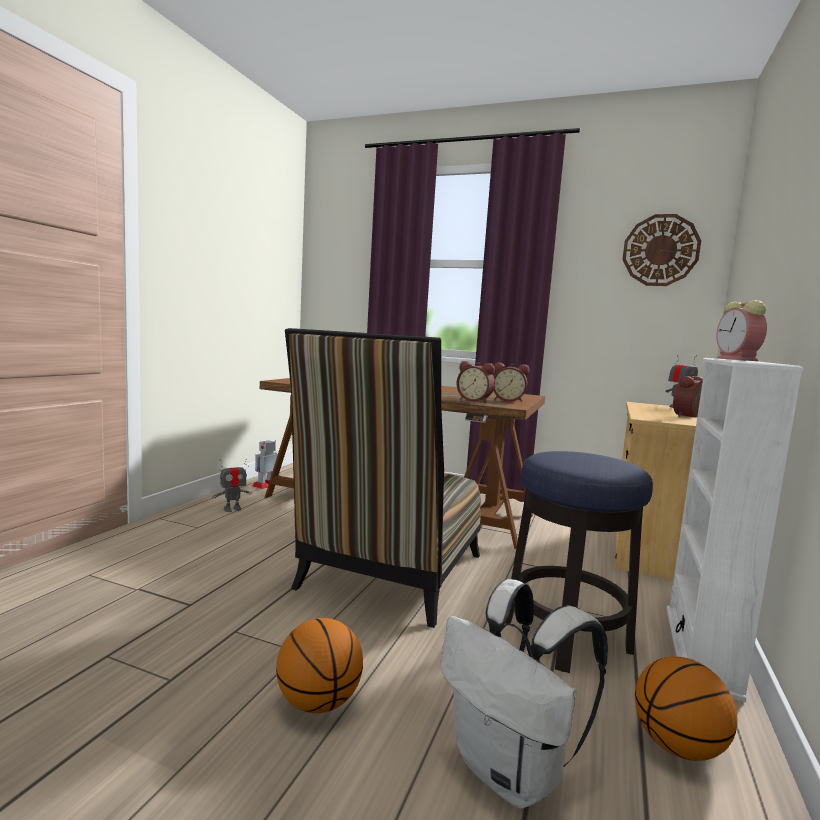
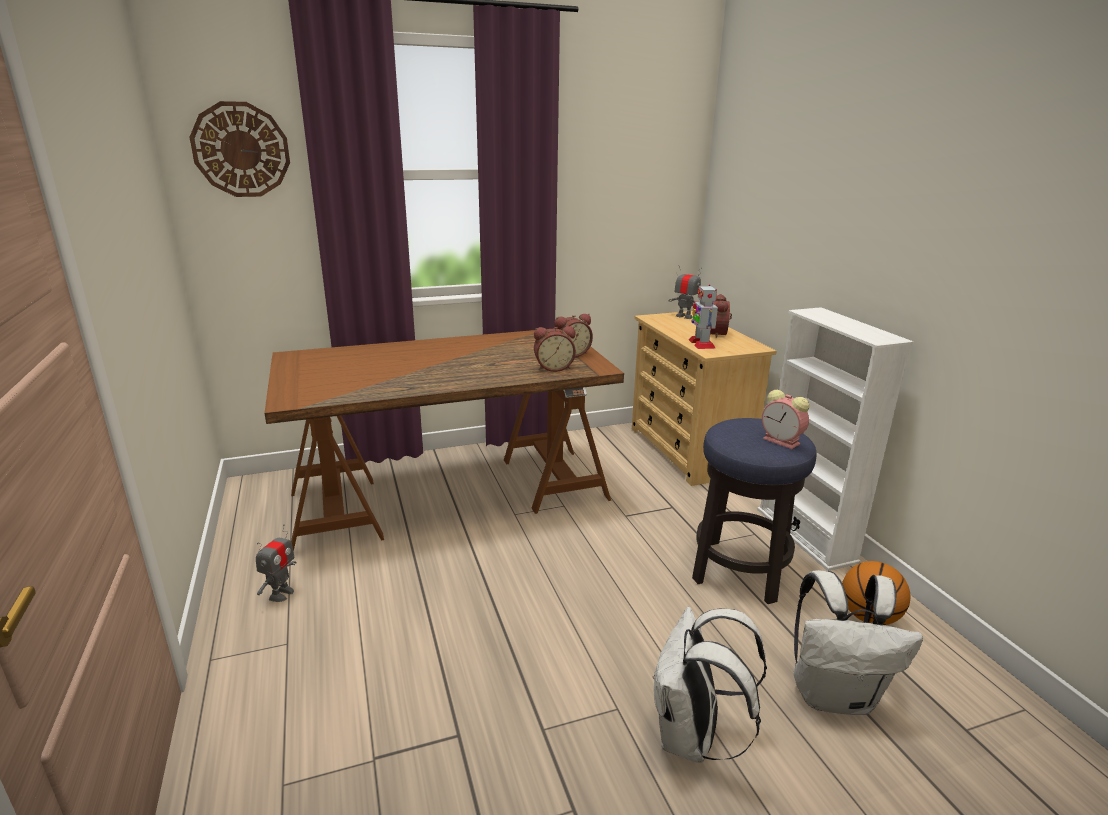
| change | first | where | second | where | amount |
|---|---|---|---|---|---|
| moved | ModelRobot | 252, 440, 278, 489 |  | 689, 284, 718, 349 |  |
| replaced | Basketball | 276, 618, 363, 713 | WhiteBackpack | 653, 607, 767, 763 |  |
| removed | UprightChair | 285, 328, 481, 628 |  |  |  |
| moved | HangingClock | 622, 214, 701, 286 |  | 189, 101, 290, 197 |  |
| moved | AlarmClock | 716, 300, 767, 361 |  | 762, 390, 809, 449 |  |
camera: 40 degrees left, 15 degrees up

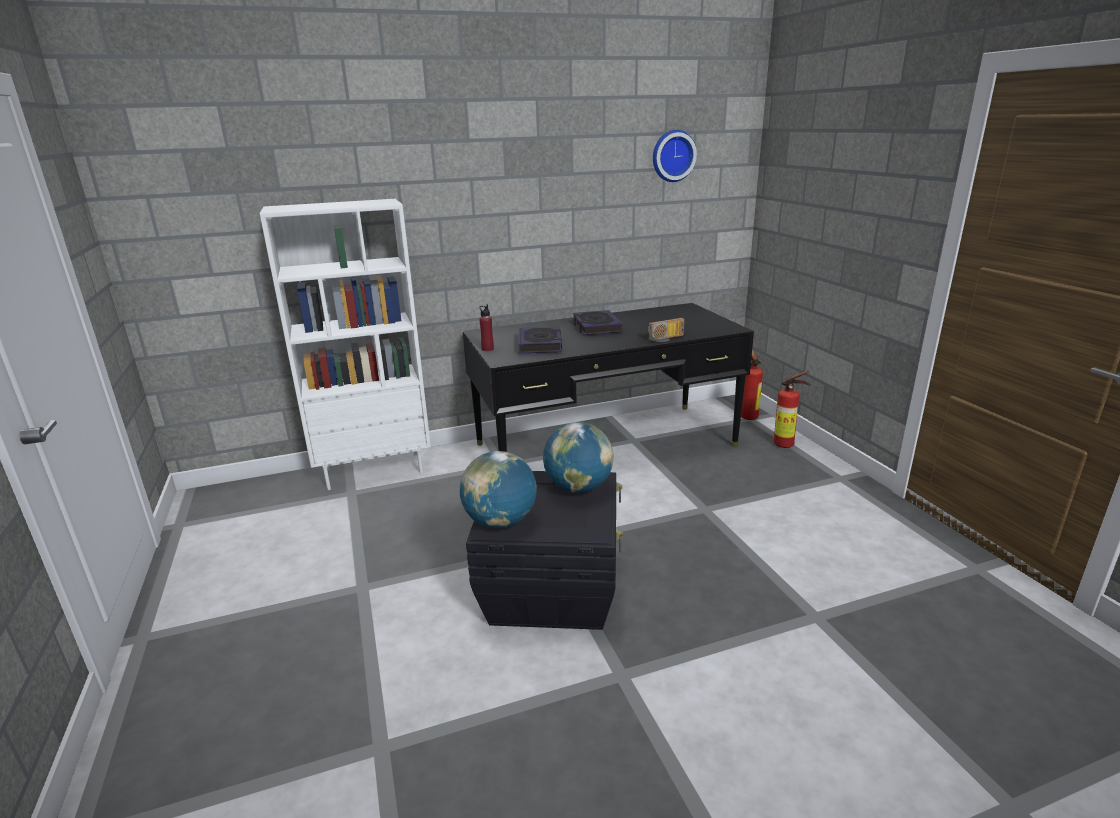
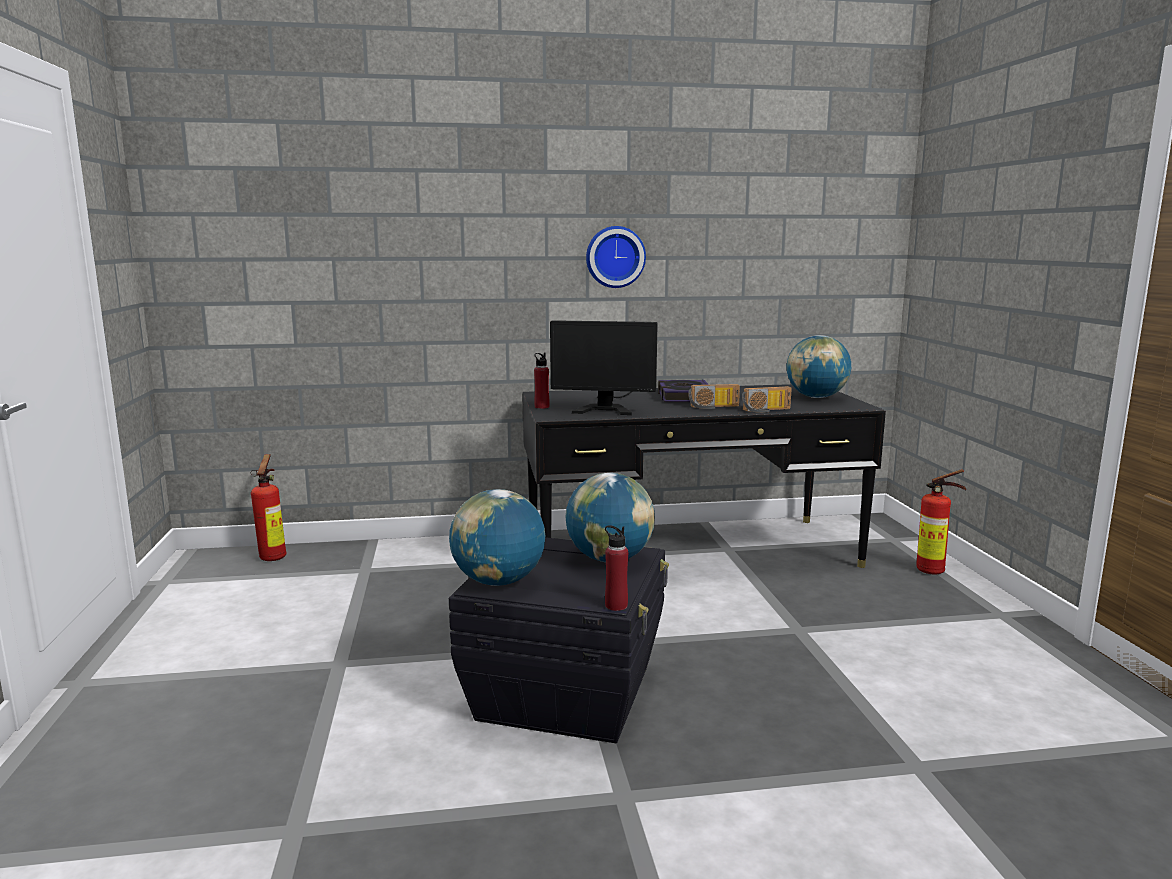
| change | first | where | second | where | amount |
|---|---|---|---|---|---|
| removed | WhiteBookcase | 260, 199, 431, 490 |  |  |  |
| replaced | Volume | 518, 327, 562, 354 | ComputerScreen | 550, 320, 657, 415 |  |
| moved | HangingClock | 653, 130, 697, 182 |  | 586, 226, 646, 288 |  |
| moved | FireFightingCylinder | 741, 349, 763, 420 |  | 251, 454, 287, 561 |  |
| added |  |  | RedBottle | 605, 525, 628, 611 |  |
| added |  |  | RadioSet | 688, 384, 740, 409 |  |
| added |  |  | DeskGlobe | 787, 335, 851, 398 |  |
camera: 10 degrees right, 10 degrees down

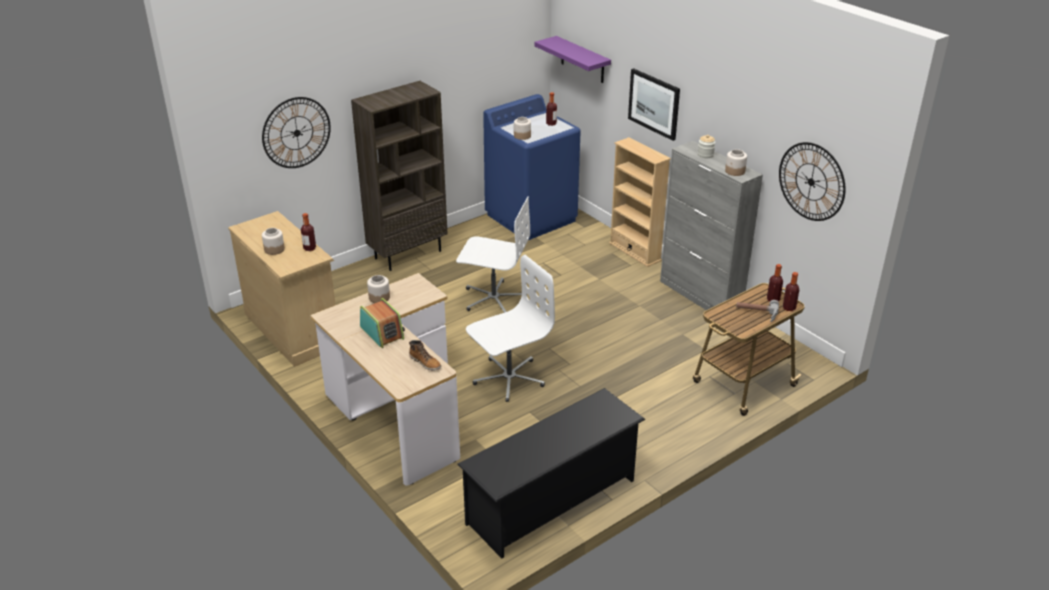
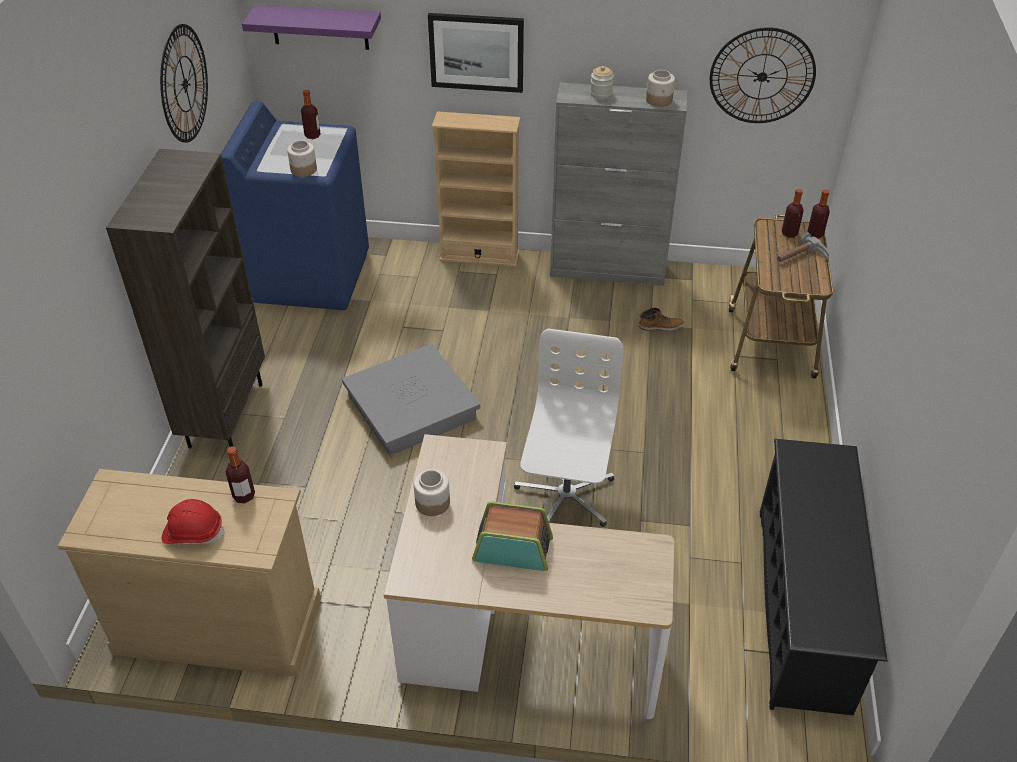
| change | first | where | second | where | amount |
|---|---|---|---|---|---|
| moved | HangingClock | 262, 97, 331, 168 |  | 160, 24, 208, 143 |  |
| replaced | PreserveJar | 262, 228, 285, 255 | RedSafetyHelmet | 162, 499, 225, 545 |  |
| moved | TallBoot | 409, 340, 441, 370 |  | 639, 308, 684, 331 |  |
| replaced | WhiteDeskChair | 456, 196, 530, 313 | GreyishStorageBox | 342, 344, 480, 455 |  |
camera: 45 degrees left, 10 degrees up

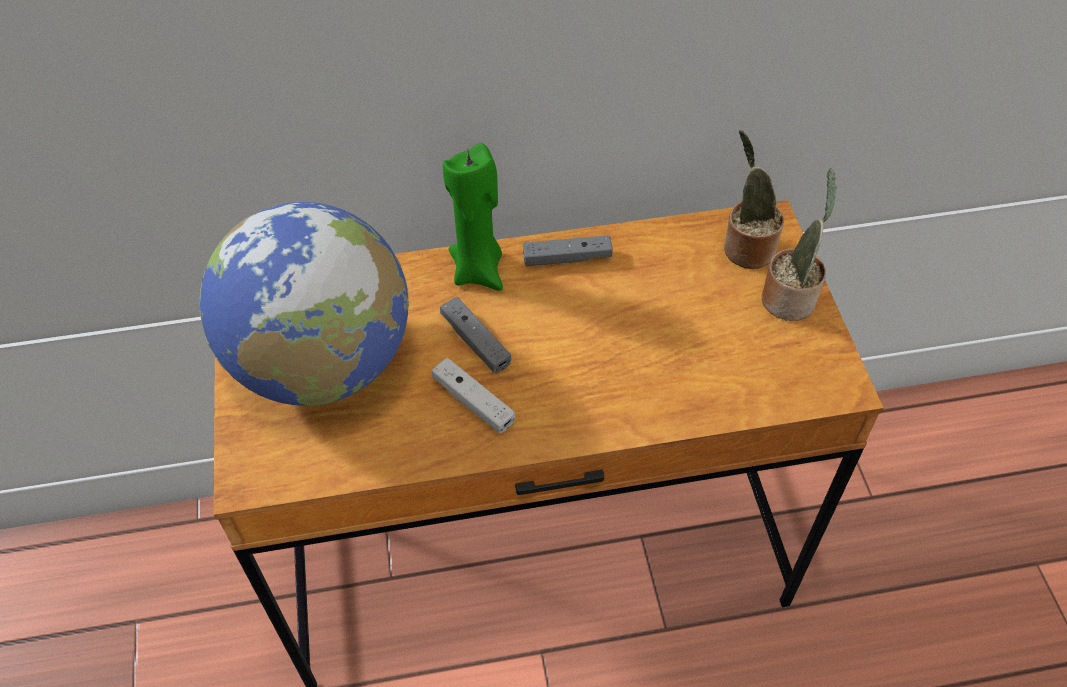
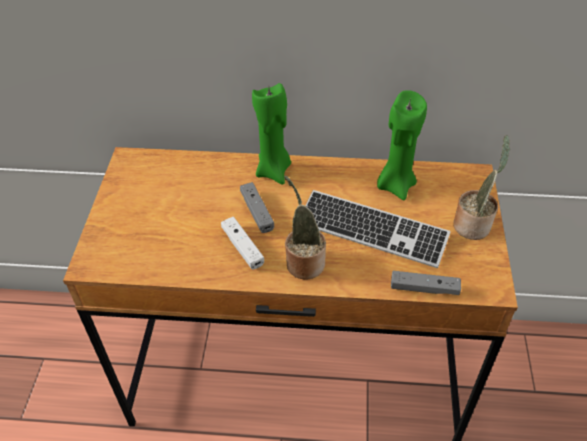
| change | first | where | second | where | amount |
|---|---|---|---|---|---|
| removed | DeskGlobe | 200, 202, 409, 406 |  |  |  |
| moved | GreyishGameController | 523, 235, 613, 266 |  | 391, 271, 461, 295 |  |
| moved | Houseplant | 724, 130, 784, 269 |  | 284, 176, 326, 280 |  |
| added |  |  | ComputerKeyboard | 305, 190, 450, 268 |  |
| added |  |  | GreenColouredWaxLight | 377, 90, 427, 200 |  |
camera: 15 degrees right, 5 degrees down

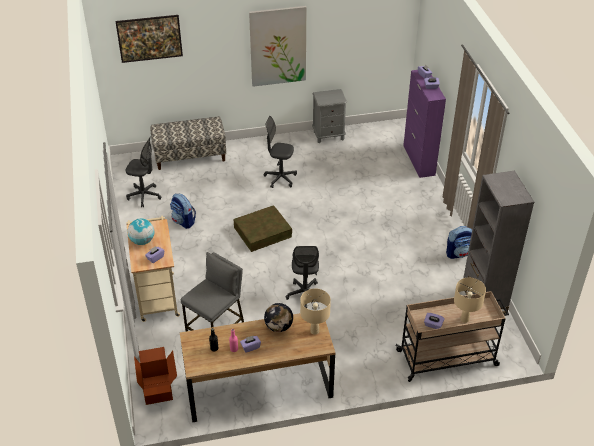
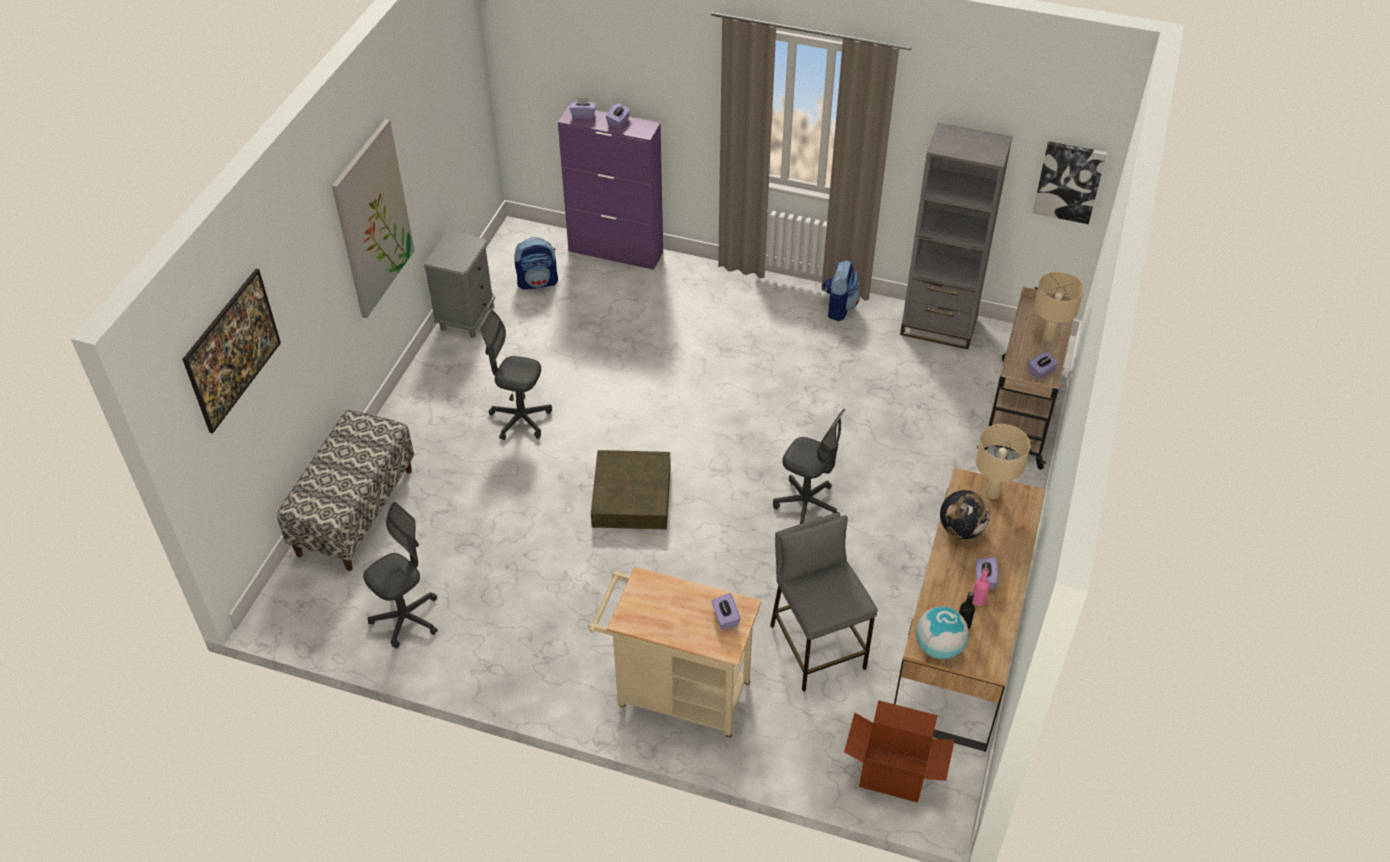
| change | first | where | second | where | amount |
|---|---|---|---|---|---|
| moved | DeskGlobe | 128, 218, 154, 245 |  | 916, 607, 969, 659 |  |
| moved | Backpack | 170, 194, 196, 229 |  | 514, 237, 558, 290 |  |
| turned | GreyishDeskChair | 263, 116, 297, 188 |  | 480, 310, 552, 440 | 60 degrees clockwise |
| added |  |  | WallPicture | 1032, 141, 1107, 224 |  |
camera: 60 degrees left, 5 degrees up

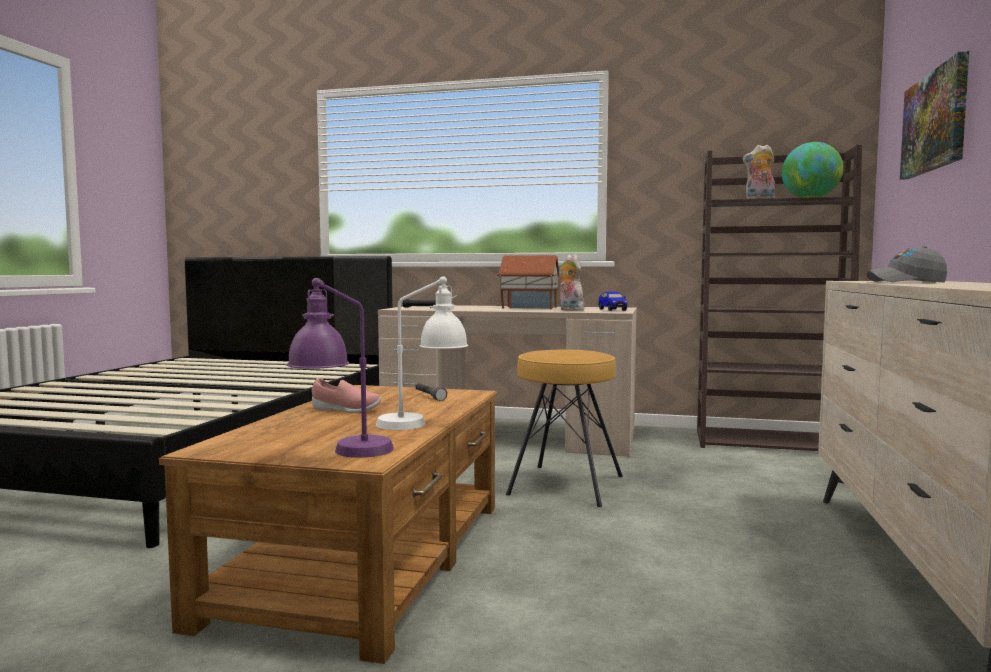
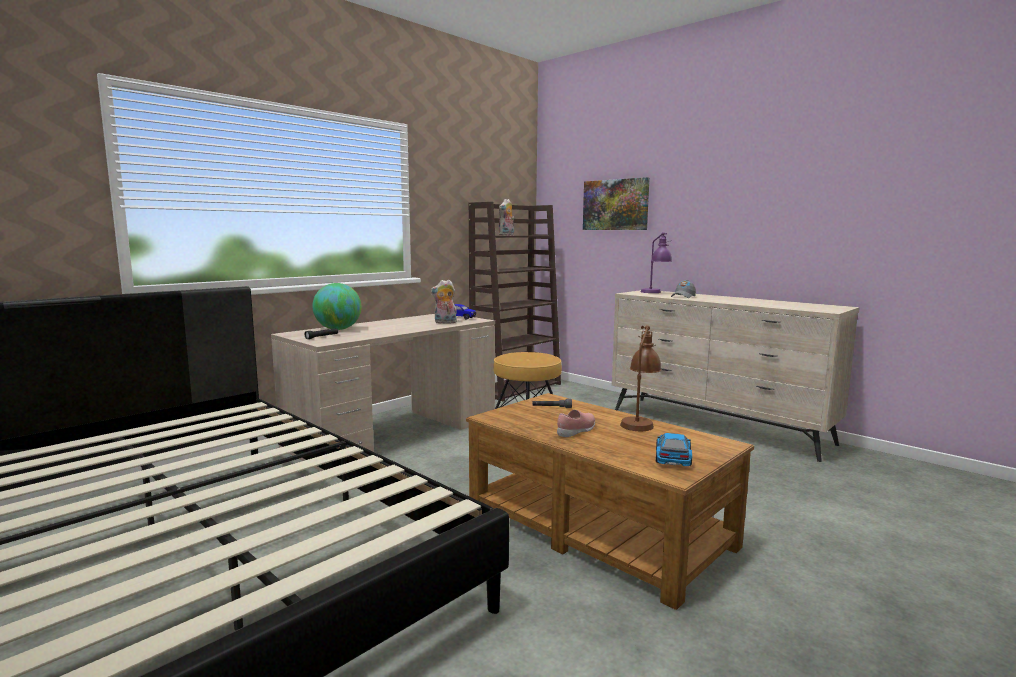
| change | first | where | second | where | amount |
|---|---|---|---|---|---|
| moved | PurplishTabletopLamp | 287, 278, 394, 458 |  | 641, 232, 672, 293 |  |
| recoloured | WhiteTabletopLamp | 376, 276, 468, 430 | BrownishTabletopLamp | 620, 325, 662, 431 |  |
| removed | ModelHouse | 497, 255, 559, 309 |  |  |  |
| moved | DeskGlobe | 782, 142, 843, 198 |  | 312, 283, 361, 330 |  |
| added |  |  | ToyCar | 656, 433, 692, 466 |  |
camera: 60 degrees left, 5 degrees up

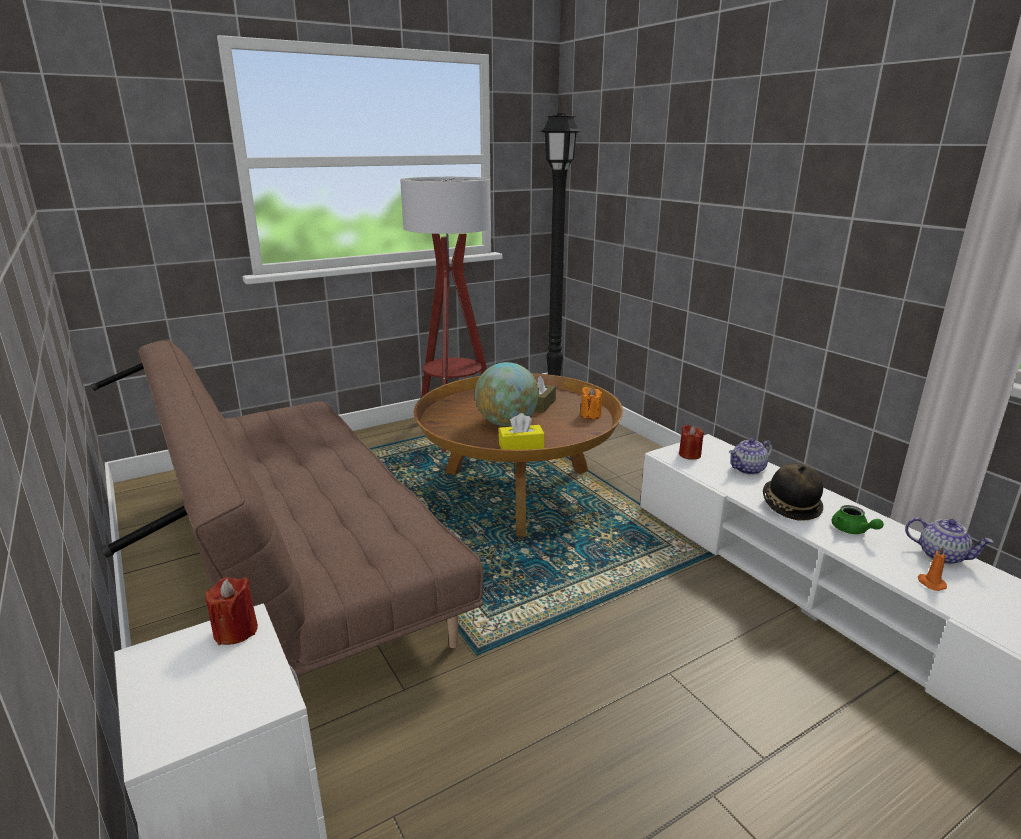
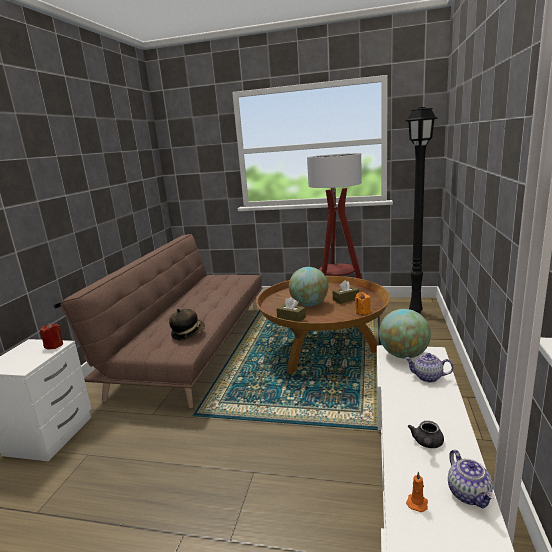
| change | first | where | second | where | amount |
|---|---|---|---|---|---|
| recoloured | YellowishBoxOfTissues | 499, 413, 545, 450 | BrownishBoxOfTissues | 276, 297, 306, 322 |  |
| replaced | RedWaxLight | 679, 425, 704, 460 | DeskGlobe | 379, 309, 431, 359 |  |
| moved | WearableHat | 763, 463, 823, 521 |  | 169, 309, 205, 341 |  |
| recoloured | GreenColouredTeapot | 832, 505, 884, 534 | GreyishTeapot | 408, 421, 444, 448 |  |
camera: 45 degrees right, 5 degrees down

